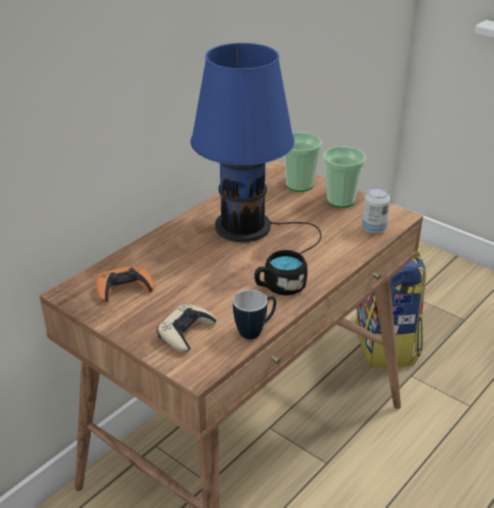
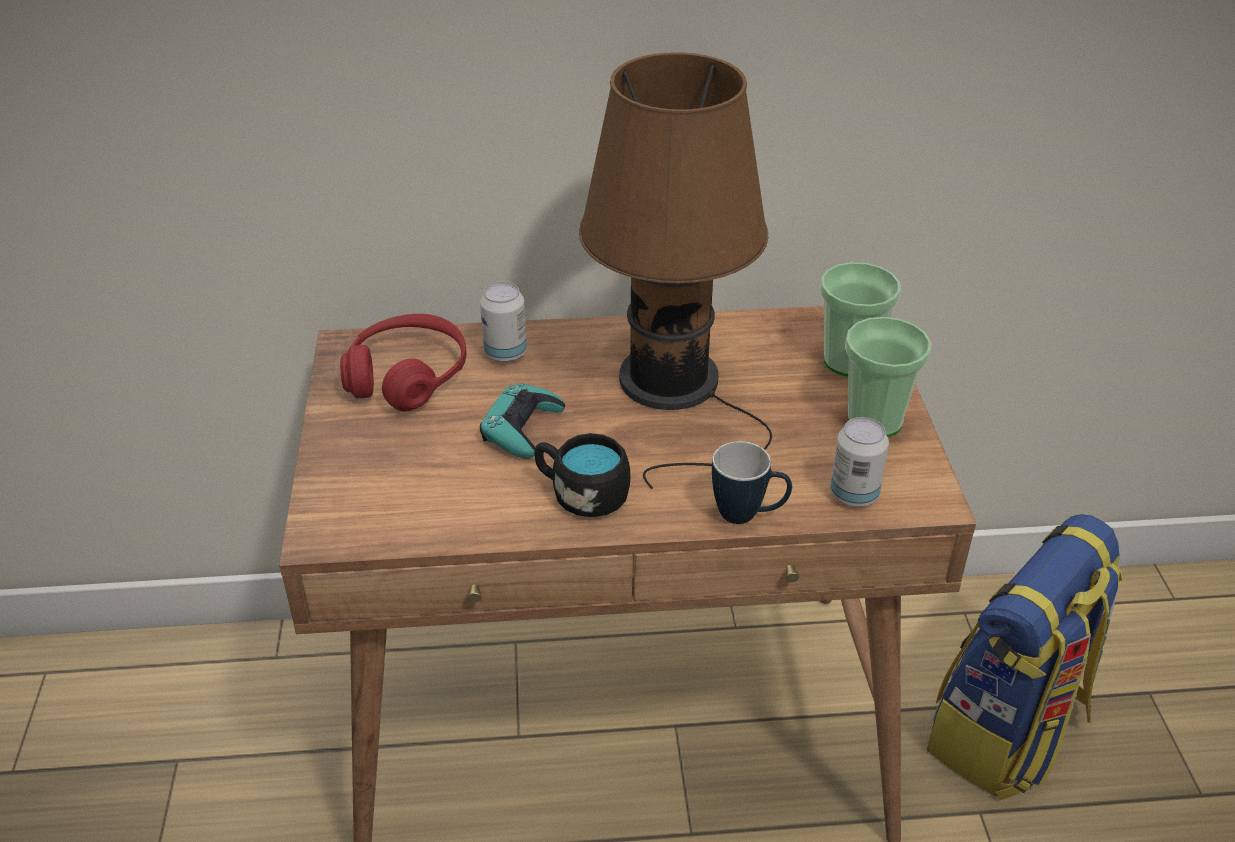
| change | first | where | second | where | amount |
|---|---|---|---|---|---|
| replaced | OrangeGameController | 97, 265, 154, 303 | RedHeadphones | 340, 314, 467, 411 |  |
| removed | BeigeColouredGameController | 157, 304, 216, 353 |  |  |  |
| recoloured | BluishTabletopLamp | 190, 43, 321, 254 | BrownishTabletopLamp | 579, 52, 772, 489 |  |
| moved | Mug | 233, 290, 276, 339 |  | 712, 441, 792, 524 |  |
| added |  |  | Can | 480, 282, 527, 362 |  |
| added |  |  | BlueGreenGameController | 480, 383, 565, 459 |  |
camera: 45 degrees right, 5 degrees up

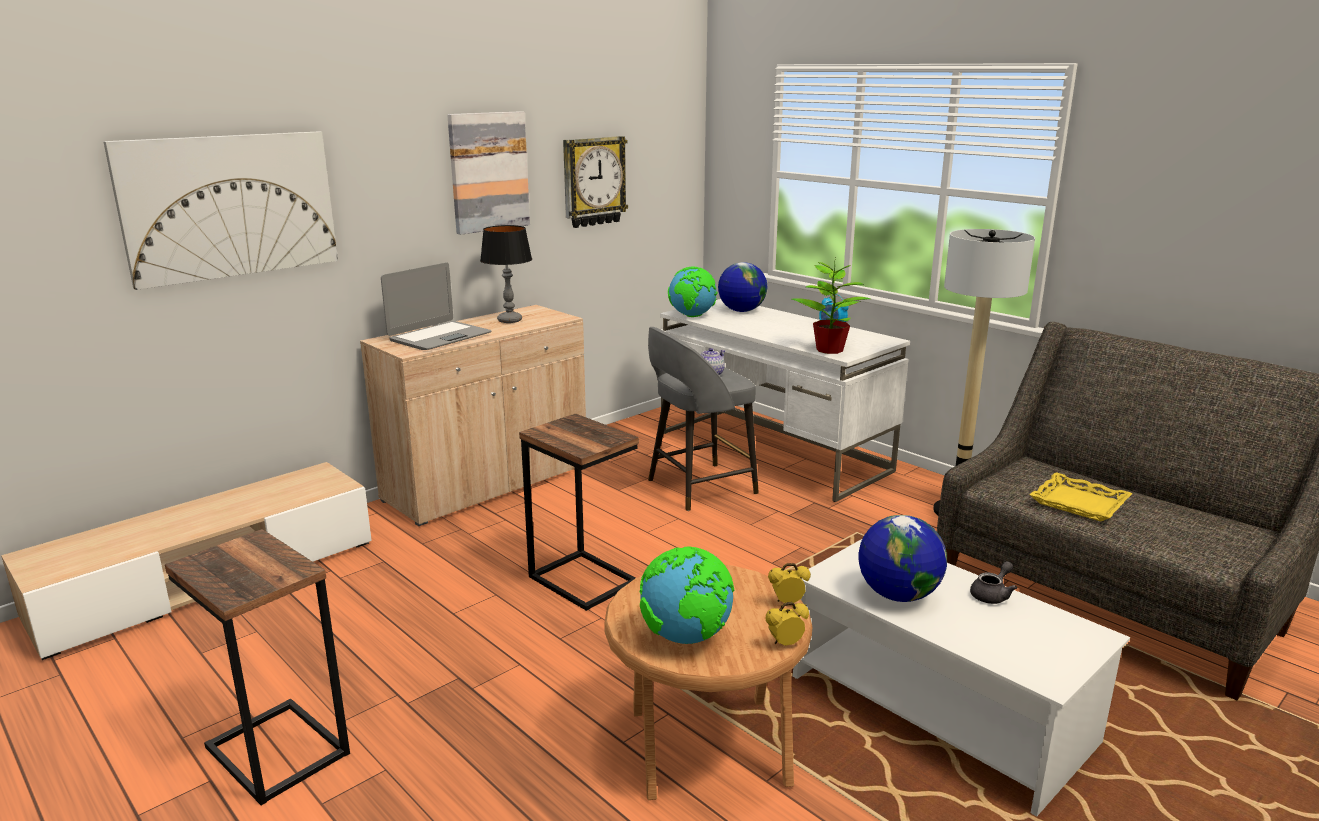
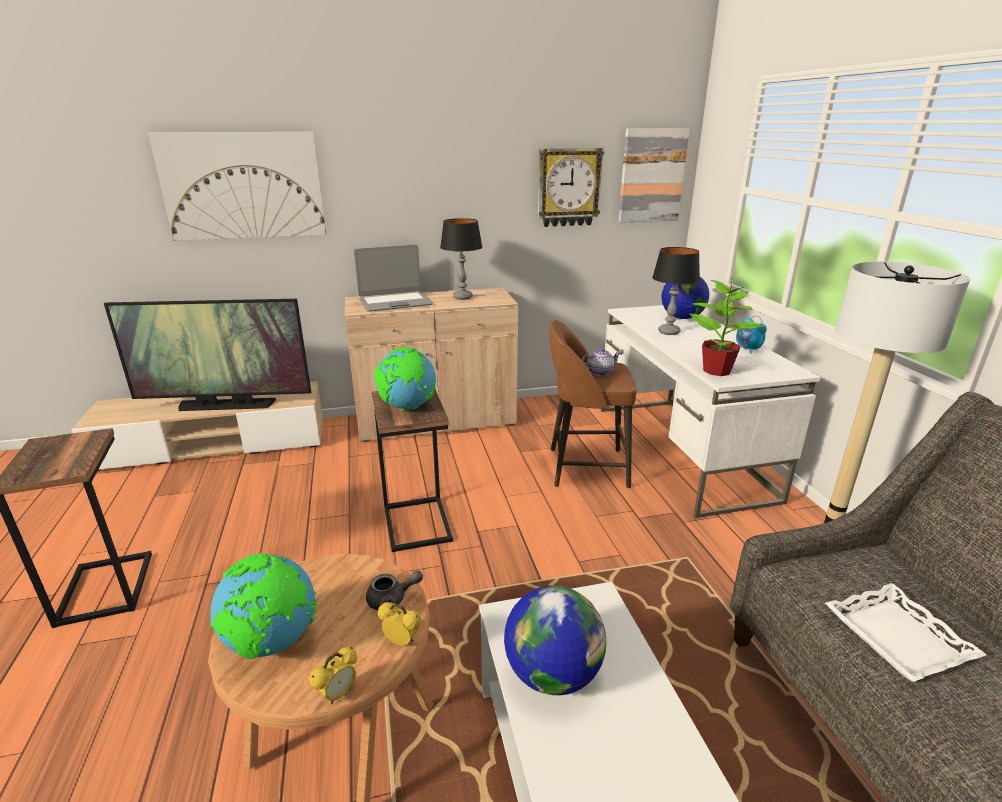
| change | first | where | second | where | amount |
|---|---|---|---|---|---|
| moved | WallPicture | 447, 111, 530, 235 |  | 618, 128, 690, 223 |  |
| recoloured | GreyishStool | 648, 327, 759, 511 | BrownishStool | 549, 320, 637, 488 |  |
| moved | DeskGlobe | 668, 267, 717, 317 |  | 374, 347, 436, 410 |  |
| turned | AlarmClock | 766, 602, 809, 646 |  | 309, 647, 357, 704 | 120 degrees clockwise |
| moved | GreyishTeapot | 970, 561, 1017, 604 |  | 366, 571, 423, 610 |  |
| recoloured | YellowishTray | 1029, 472, 1132, 522 | WhiteTray | 825, 583, 986, 682 |  |
| added |  |  | TvSet | 104, 299, 311, 411 |  |
| added |  |  | TabletopLamp | 652, 247, 700, 335 |  |
camera: 30 degrees right, 5 degrees up

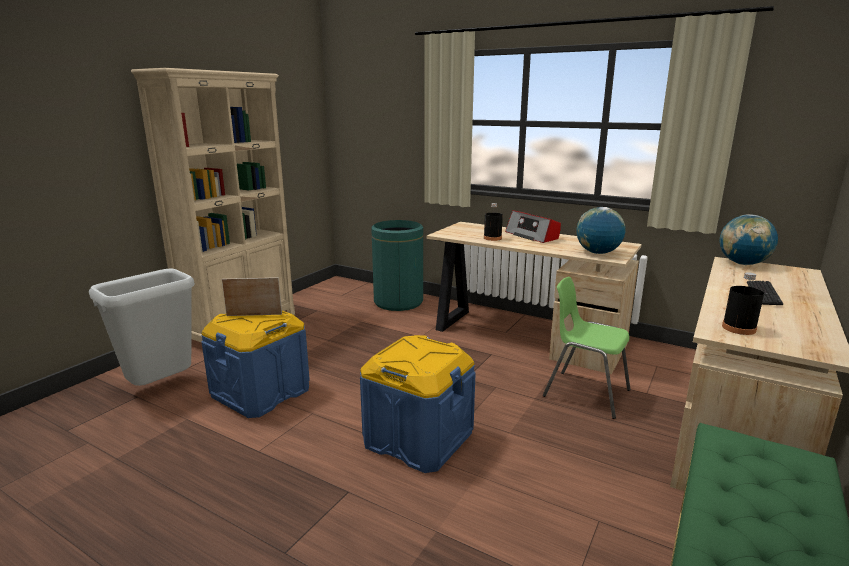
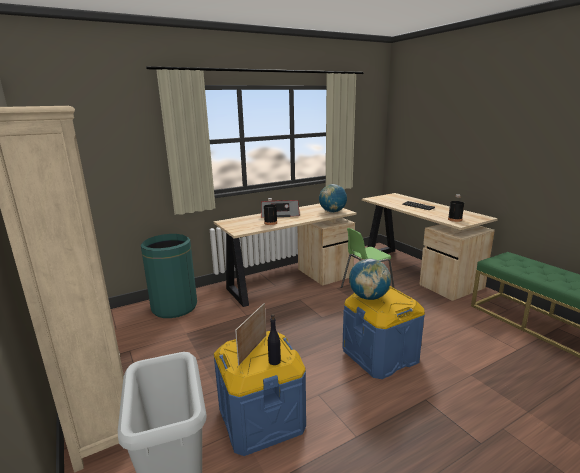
| change | first | where | second | where | amount |
|---|---|---|---|---|---|
| moved | DeskGlobe | 720, 214, 778, 265 |  | 349, 259, 391, 300 |  |
| added |  |  | BlackishBottle | 268, 314, 281, 365 |  |
camera: 60 degrees left, 0 degrees up

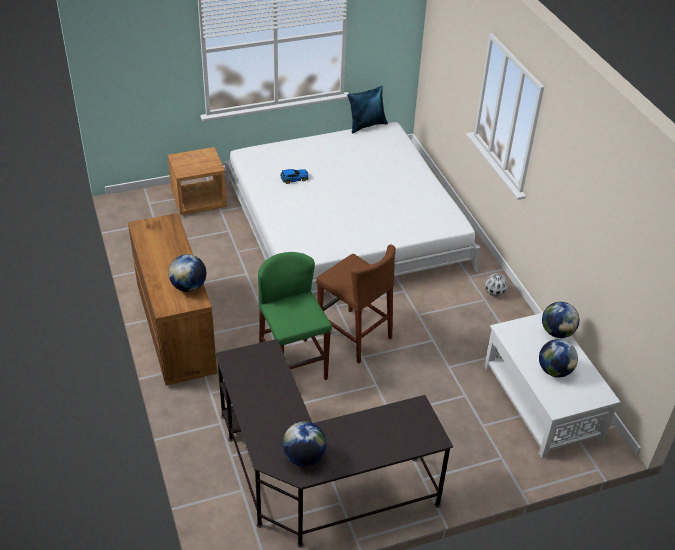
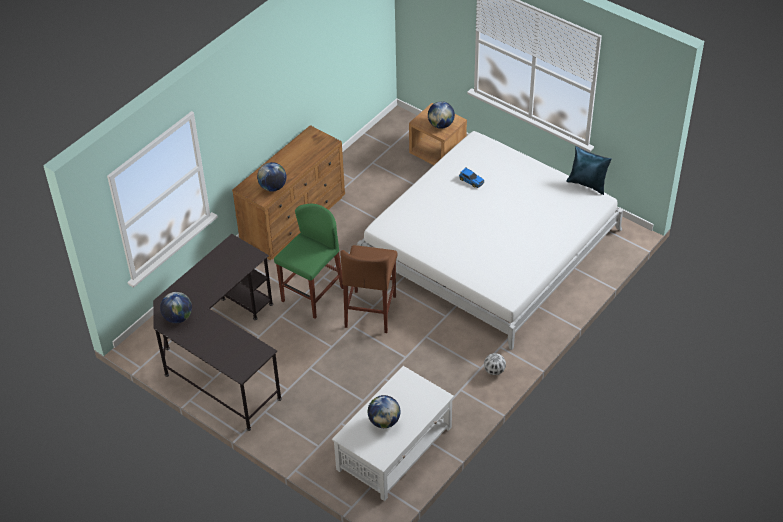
| change | first | where | second | where | amount |
|---|---|---|---|---|---|
| moved | DeskGlobe | 542, 302, 579, 338 |  | 428, 101, 455, 129 |  |
camera: 60 degrees right, 5 degrees up

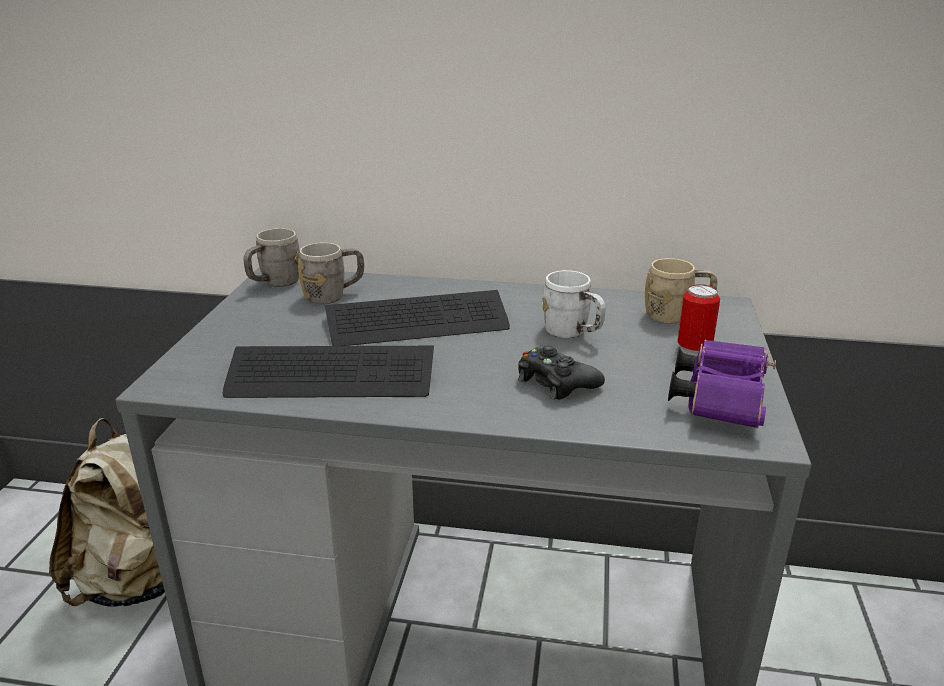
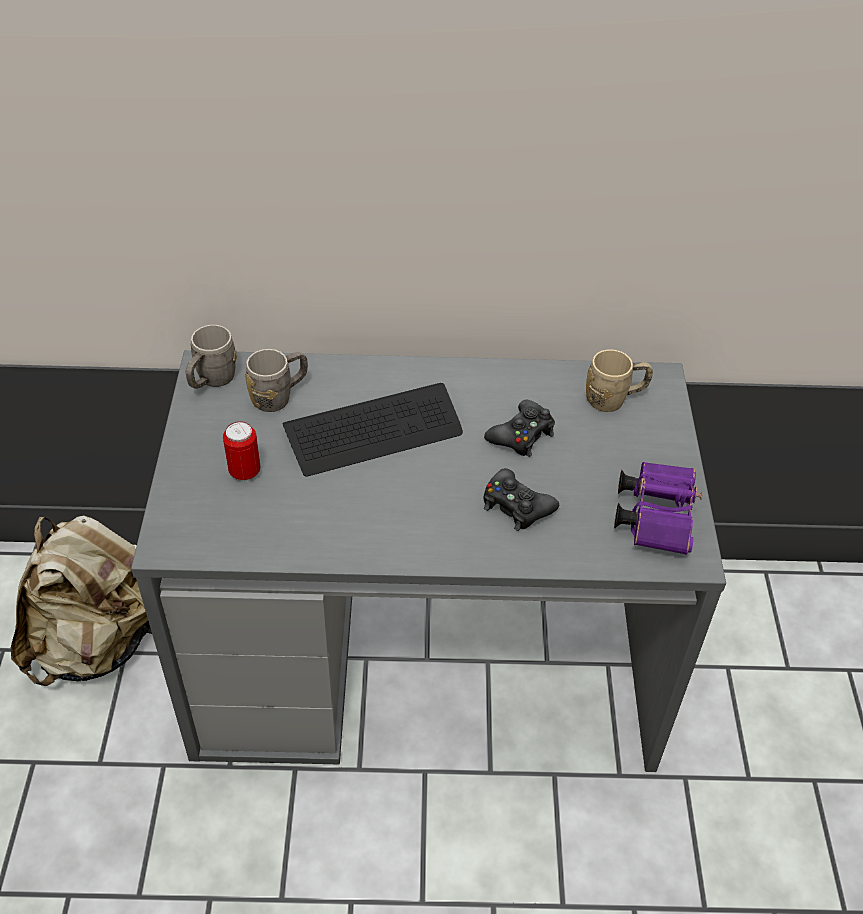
| change | first | where | second | where | amount |
|---|---|---|---|---|---|
| removed | ComputerKeyboard | 222, 346, 434, 398 |  |  |  |
| replaced | WhiteMug | 542, 270, 606, 338 | BlackishGameController | 484, 400, 555, 457 |  |
| moved | Can | 678, 284, 720, 356 |  | 223, 421, 261, 482 |  |
camera: 10 degrees left, 20 degrees up

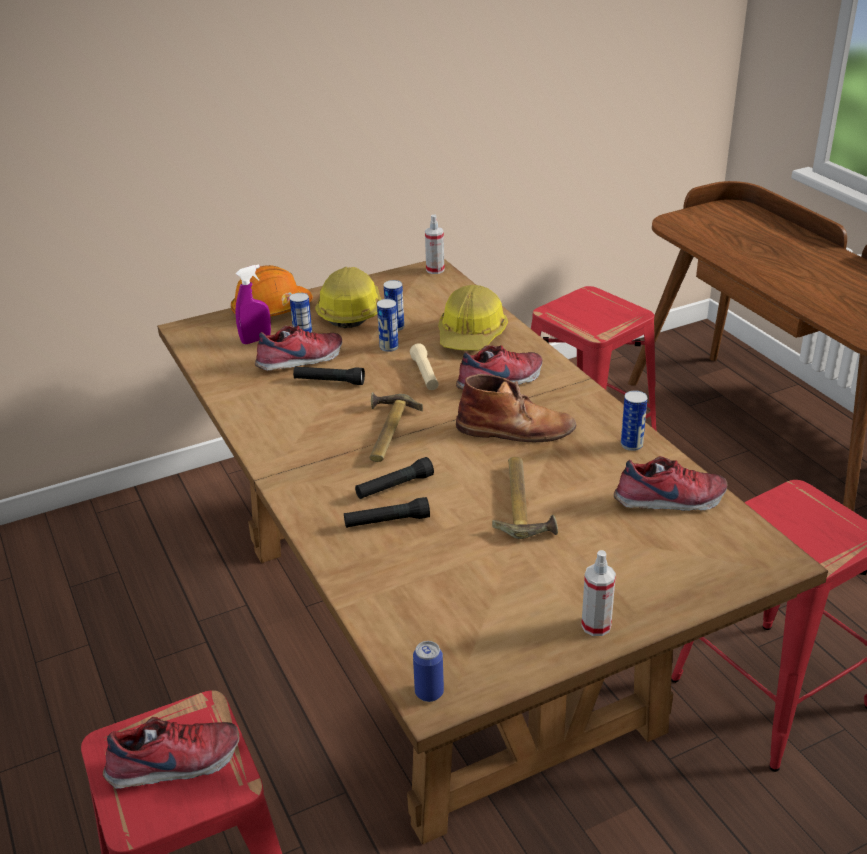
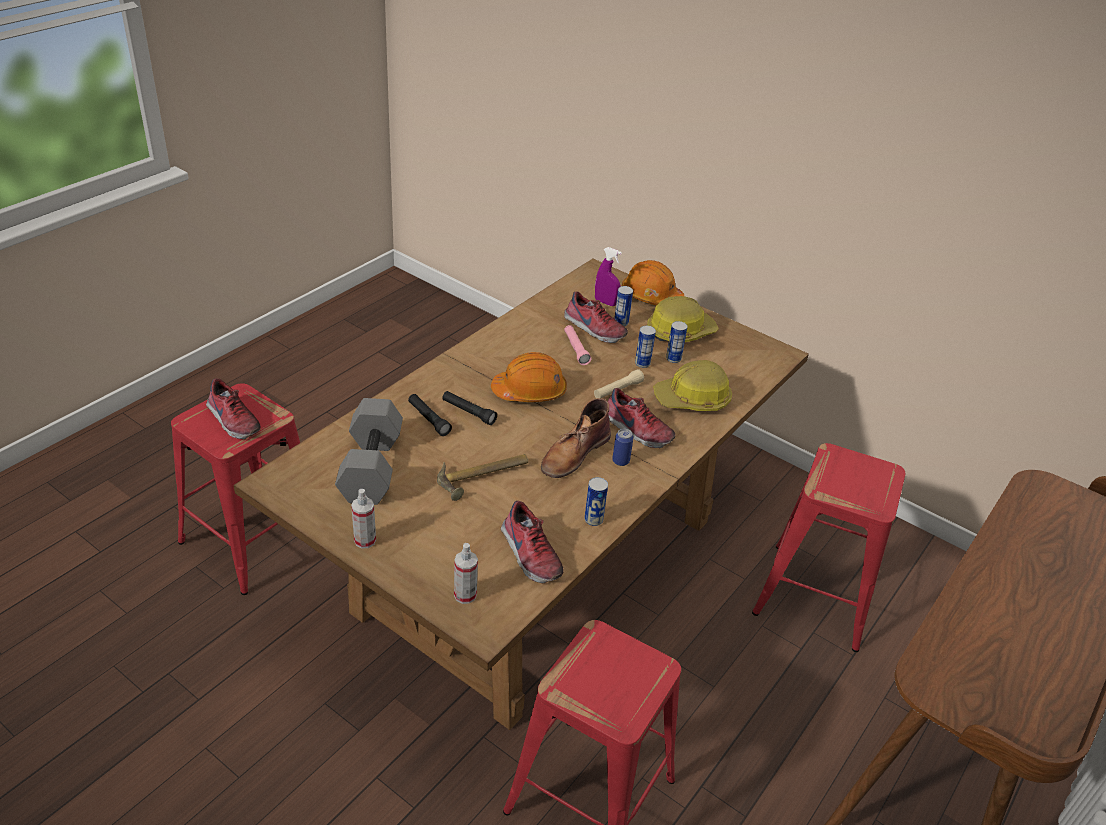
| change | first | where | second | where | amount |
|---|---|---|---|---|---|
| recoloured | BlackishTorch | 293, 366, 365, 385 | PinkColouredTorch | 564, 325, 591, 365 |  |
| replaced | Hammer | 369, 392, 423, 462 | OrangeSafetyHelmet | 491, 352, 567, 402 |  |
| moved | Can | 413, 641, 444, 702 |  | 612, 429, 633, 466 |  |
| moved | SprayBottle | 425, 214, 445, 274 |  | 454, 543, 478, 604 |  |
| turned | BrownishTallBoot | 456, 374, 576, 442 |  | 541, 398, 611, 478 | 60 degrees clockwise |
| added |  |  | GreyishHandWeight | 335, 398, 403, 505 |  |
camera: 60 degrees right, 5 degrees up

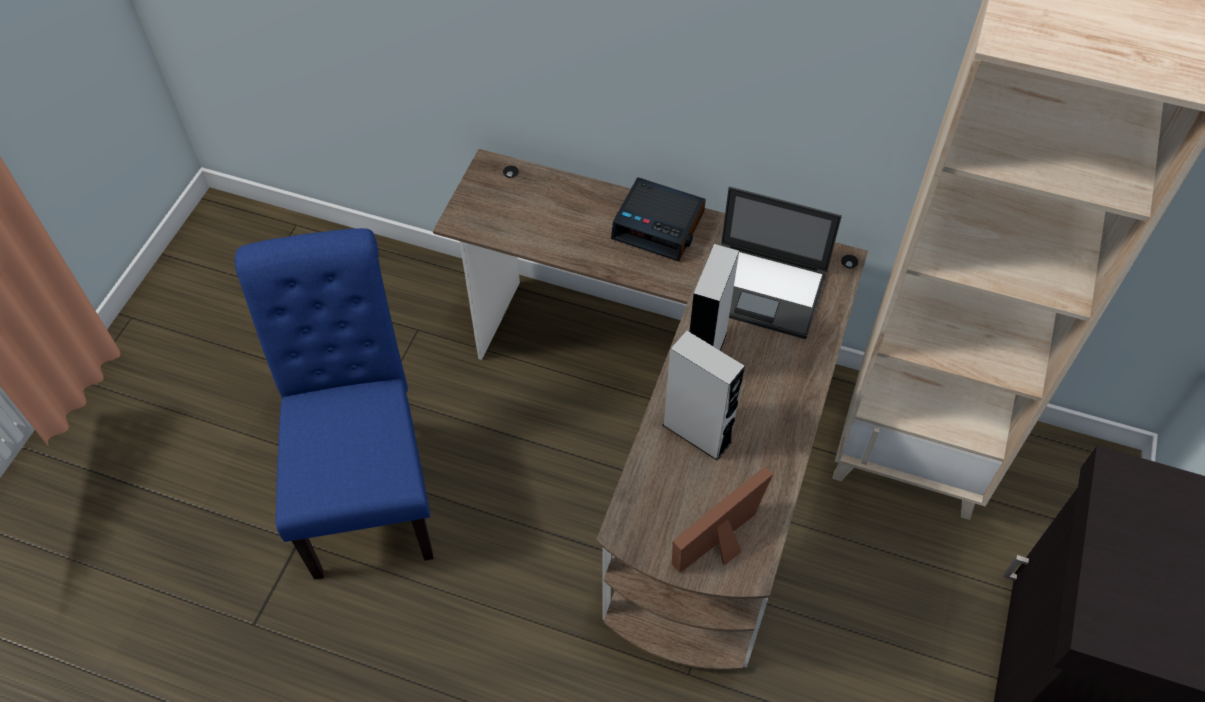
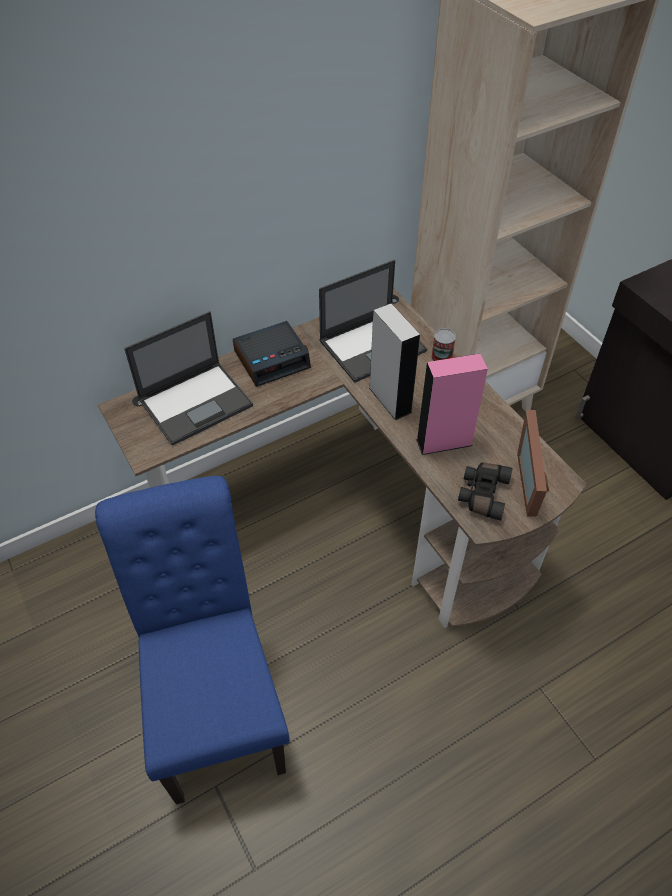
| change | first | where | second | where | amount |
|---|---|---|---|---|---|
| turned | BluishUprightChair | 235, 228, 434, 580 |  | 95, 476, 290, 805 | 45 degrees clockwise |
| recoloured | GreyishAudioSpeaker | 662, 330, 745, 461 | PinkColouredAudioSpeaker | 416, 354, 488, 455 |  |
| added |  |  | NotebookComputer | 124, 311, 253, 446 |  |
| added |  |  | Can | 431, 328, 456, 361 |  |
| added |  |  | BlackishPairOfBinoculars | 458, 463, 513, 521 |  |
camera: 50 degrees left, 5 degrees down

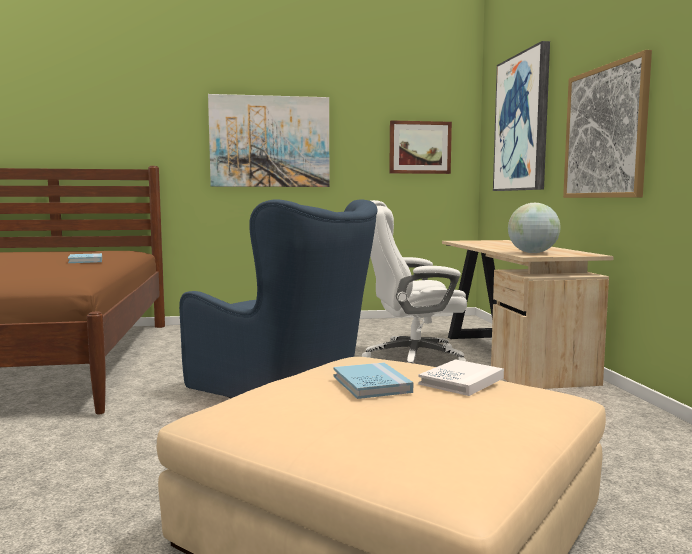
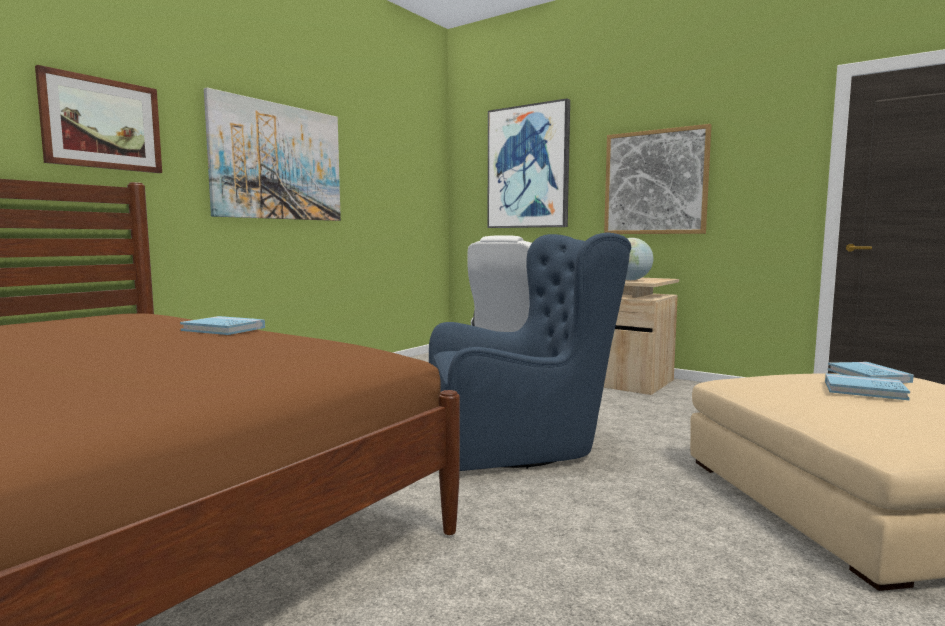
| change | first | where | second | where | amount |
|---|---|---|---|---|---|
| moved | WallPicture | 389, 120, 452, 174 |  | 35, 65, 162, 173 |  |
| recoloured | WhiteVolume | 418, 359, 504, 396 | BluishVolume | 828, 362, 914, 383 |  |
camera: 45 degrees left, 0 degrees up

